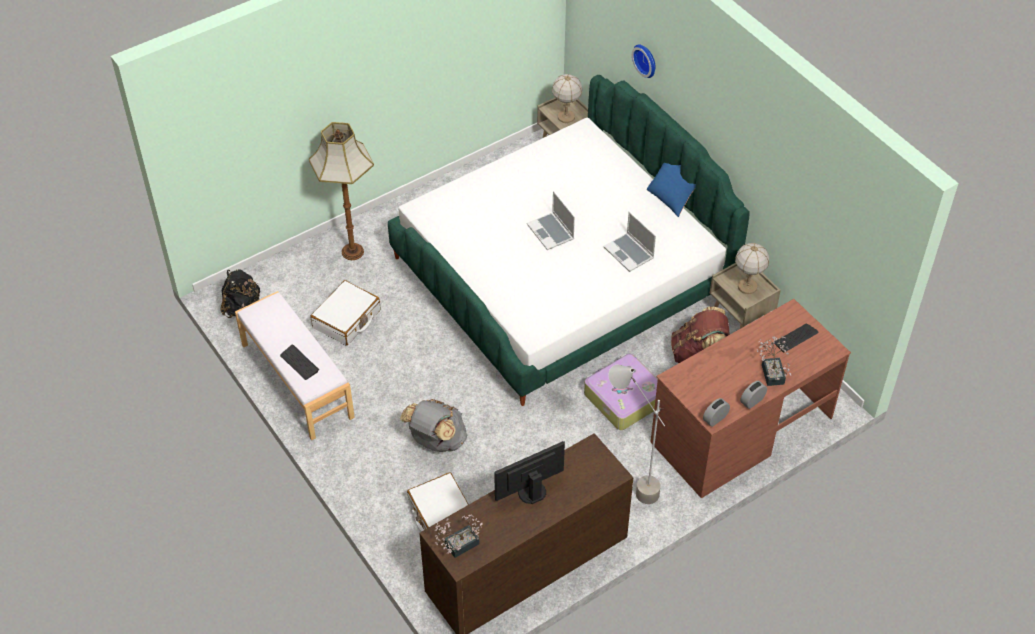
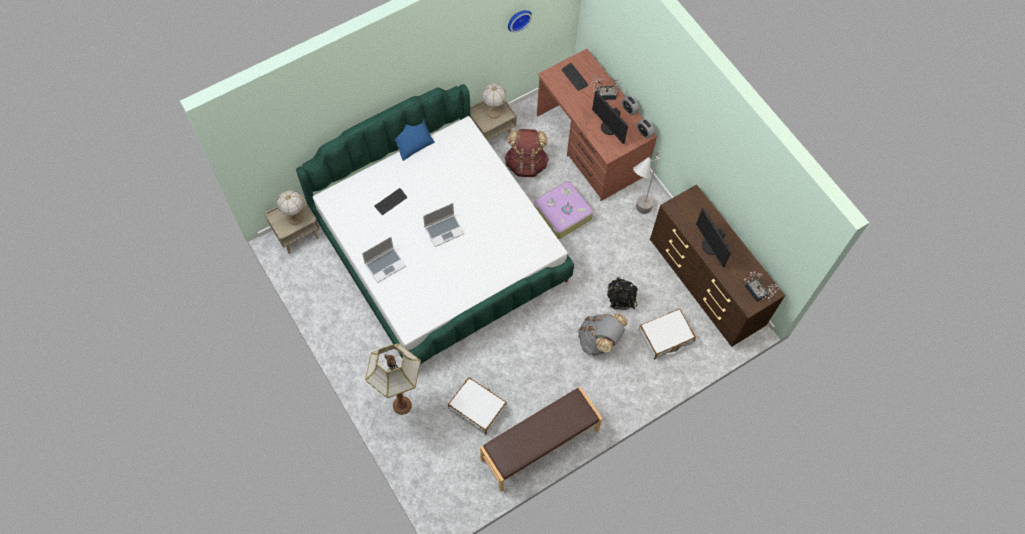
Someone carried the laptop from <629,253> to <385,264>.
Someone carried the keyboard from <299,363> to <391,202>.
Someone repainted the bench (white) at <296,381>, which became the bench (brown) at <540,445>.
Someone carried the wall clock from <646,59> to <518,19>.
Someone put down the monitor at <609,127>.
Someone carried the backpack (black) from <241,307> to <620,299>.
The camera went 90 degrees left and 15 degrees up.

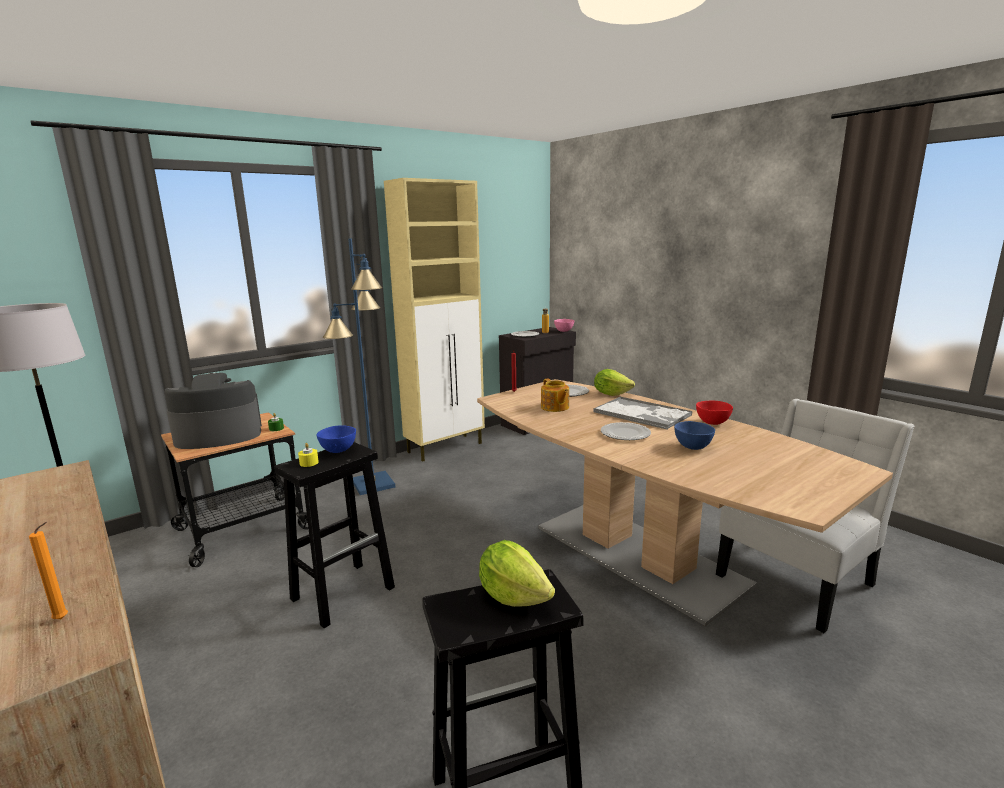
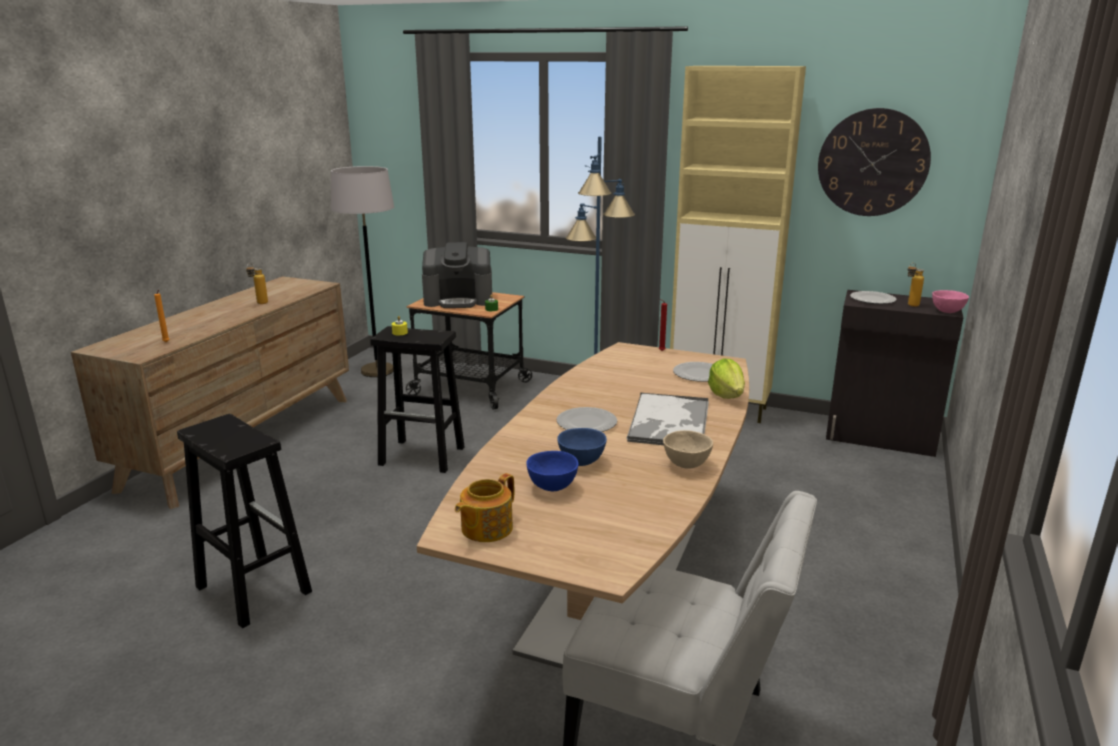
Someone put down the bottle at <259,304>.
Someone rotated the coffee machine at <218,435> by 135 degrees clockwise.
Someone carried the teapot from <555,407> to <485,528>.
Someone carried the bowl (blue) from <339,451> to <552,487>.
Someone repainted the bowl (red) at <713,423>, which became the bowl (beige) at <686,465>.
Someone put up the wall clock at <873,163>.
Someone took away the lettuce at <513,596>.
The camera went 60 degrees right and 5 degrees up.

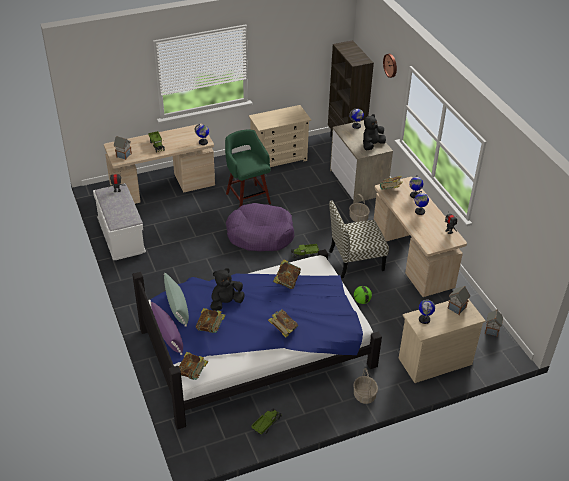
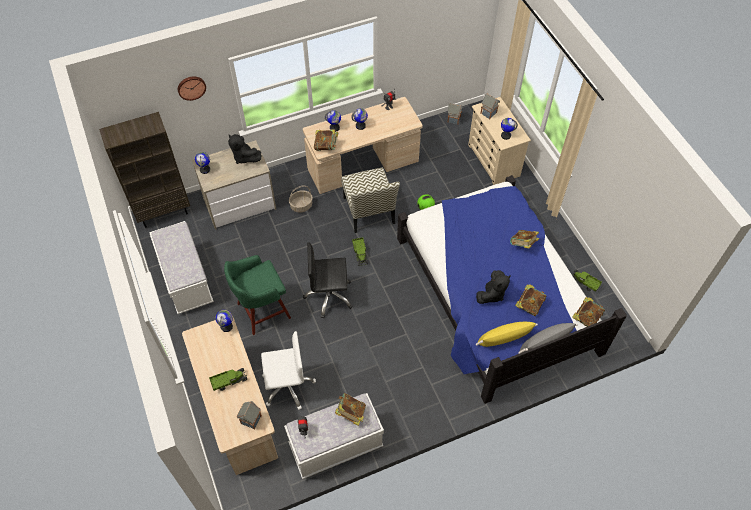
Someone swapped the dresser (beige) at <279,158> for the bench (white) at <186,280>.
Someone put down the office chair (white) at <288,386>.
Someone swapped the dog bed (purple) at <260,235> for the office chair (black) at <329,296>.
Someone carried the book from <286,281> to <350,413>.
Someone rotated the plush toy (black) at <226,302> by 105 degrees counterclockwise.
Someone repainted the pillow (green) at <177,307>, which became the pillow (yellow) at <504,338>.
Someone repainted the pillow (purple) at <168,335>, which became the pillow (grey) at <544,343>.
Someone took away the basket at <364,395>.
The camera went 90 degrees left and 15 degrees up.

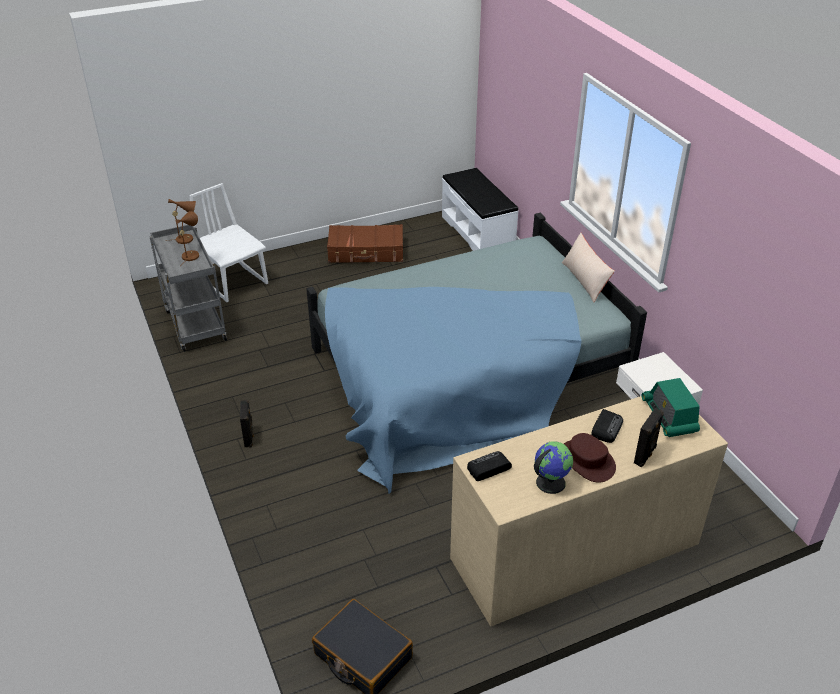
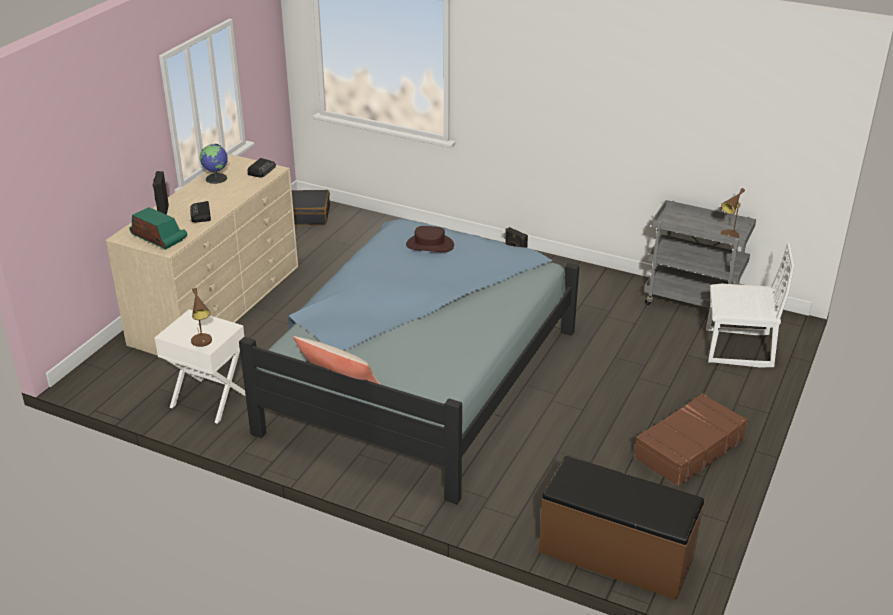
Someone carried the table lamp (brown) from <191,254> to <203,342>.
Someone carried the hat (brown) from <586,461> to <429,245>.
Someone repainted the bench (white) at <478,233>, which became the bench (brown) at <616,555>.
The camera went 140 degrees right and 5 degrees down.

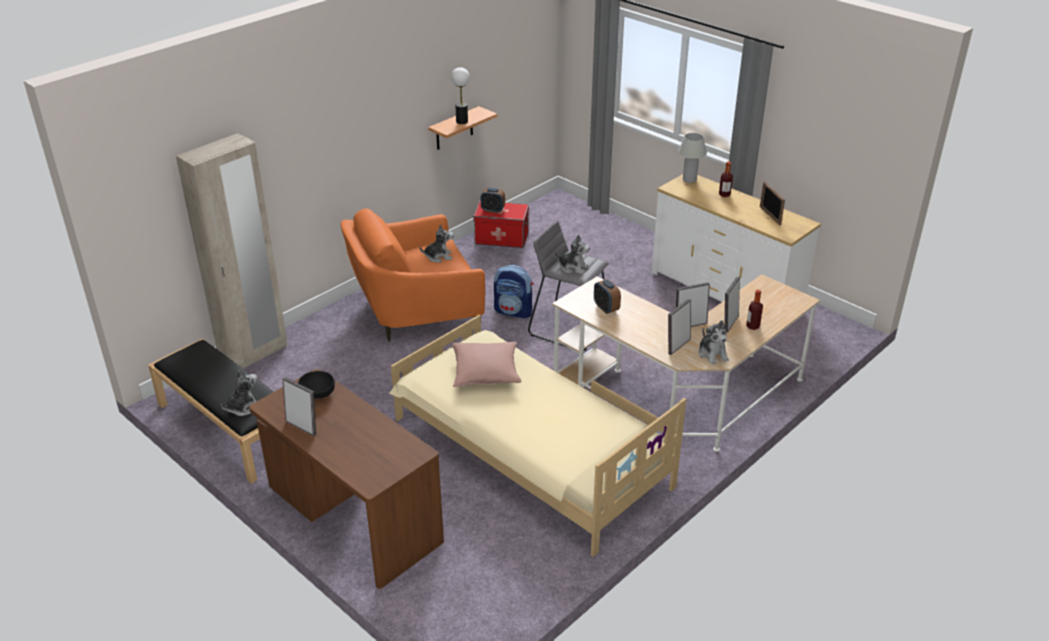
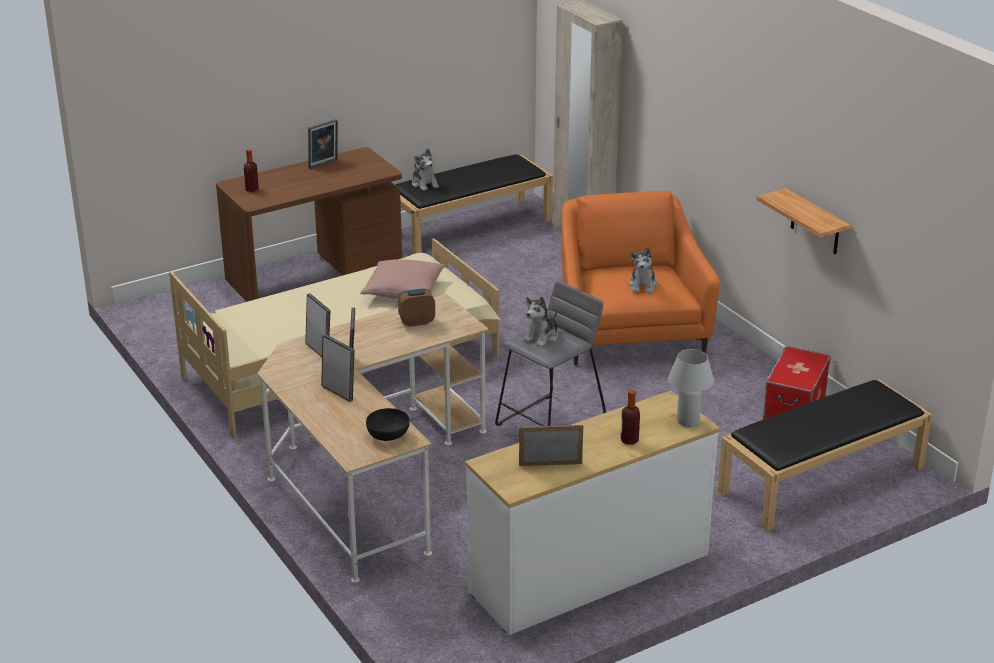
Someone carried the bottle from <752,326> to <252,189>.
Someone carried the bowl (black) from <317,393> to <388,434>.
Someone put down the bench (black) at <821,480>.
Someone took away the table lamp at <462,121>.
Someone took away the alarm clock at <493,210>.
Someone took away the backpack at <514,311>.
Someone took away the plush toy at <712,354>.
The camera went 105 degrees right and 5 degrees down.

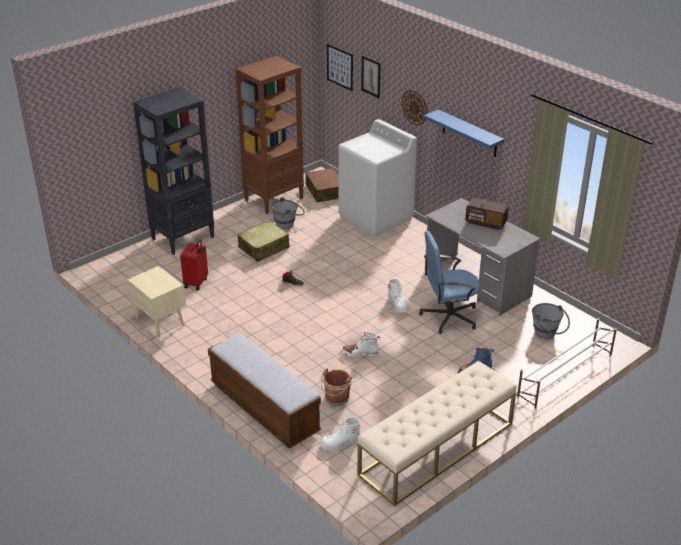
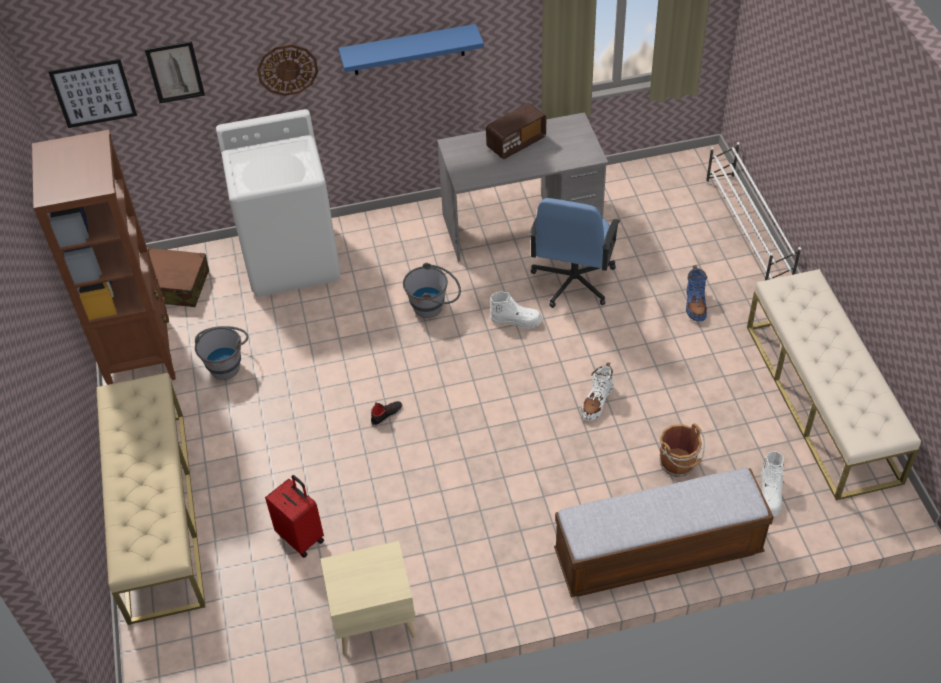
Someone swapped the bookcase (black) at <183,238> for the bench (beige) at <156,513>.
Someone carried the bucket (grey) from <547,335> to <434,306>.
Someone took away the suitcase (beige) at <264,248>.
The camera went 60 degrees left and 15 degrees up.

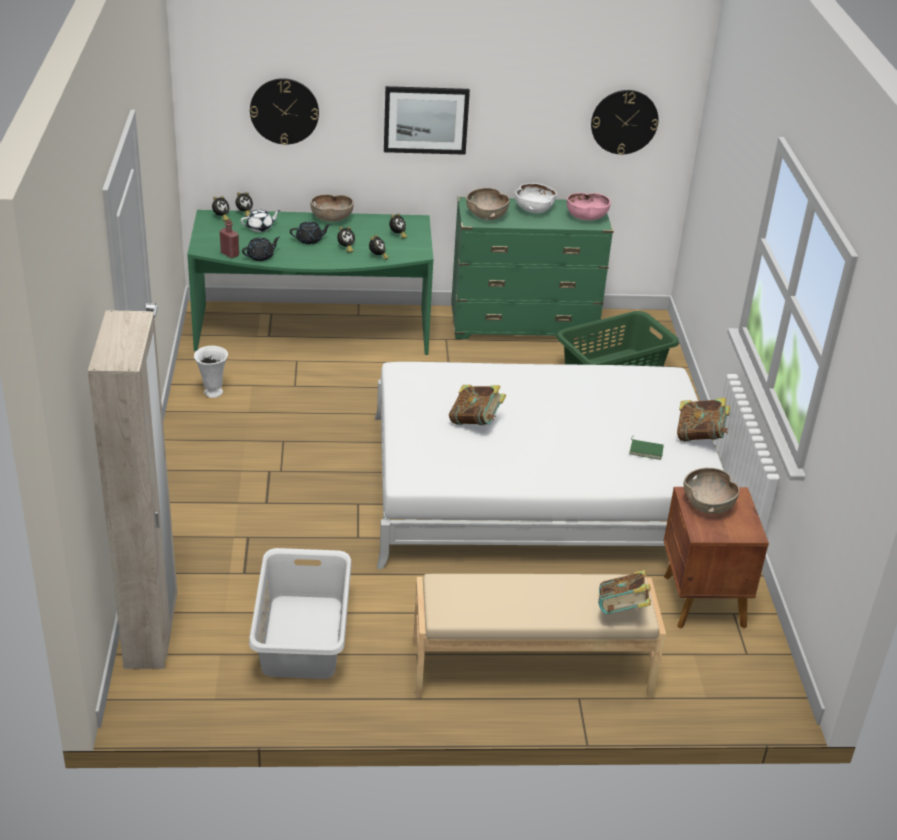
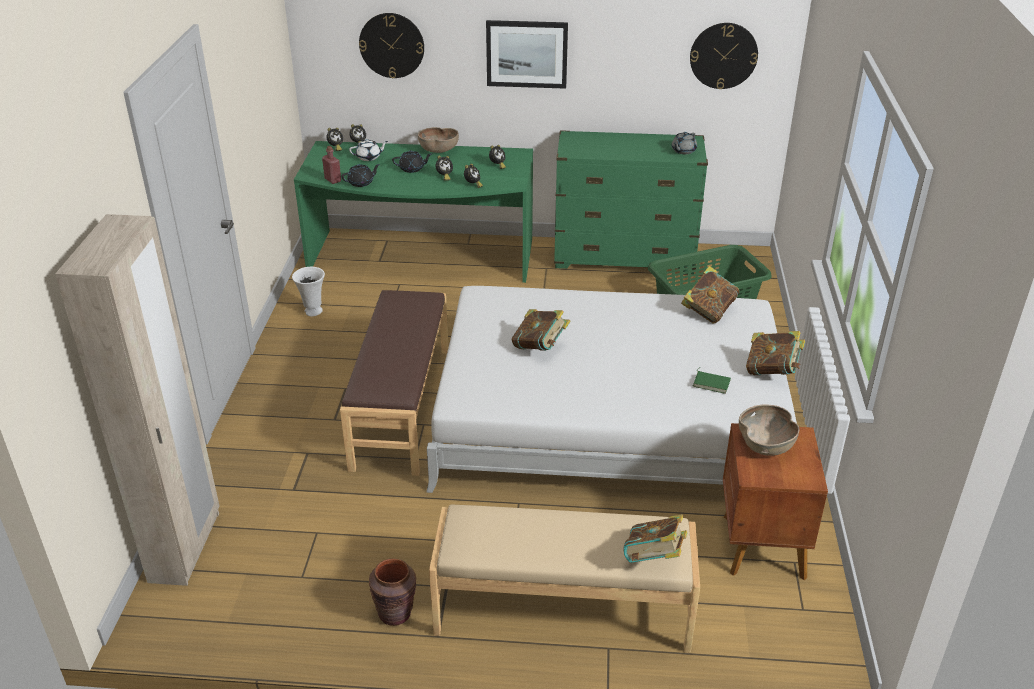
Someone put down the bench (brown) at <403,406>.
Someone put down the vase (brown) at <395,613>.
Someone swapped the bowl (pink) at <586,217> for the teapot (grey) at <683,151>.
Someone put down the book at <708,311>.
Someone took away the laundry basket (grey) at <301,637>.
Someone took away the bowl (brown) at <487,216>.
Someone took away the bowl (white) at <533,210>.
The camera went 10 degrees right and 0 degrees up.

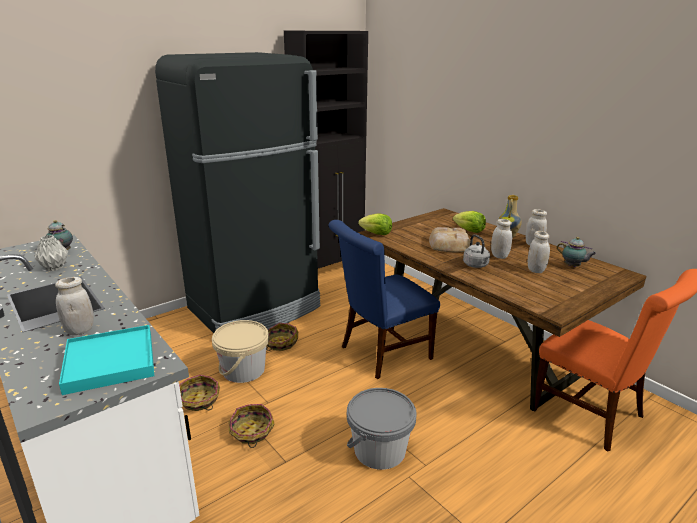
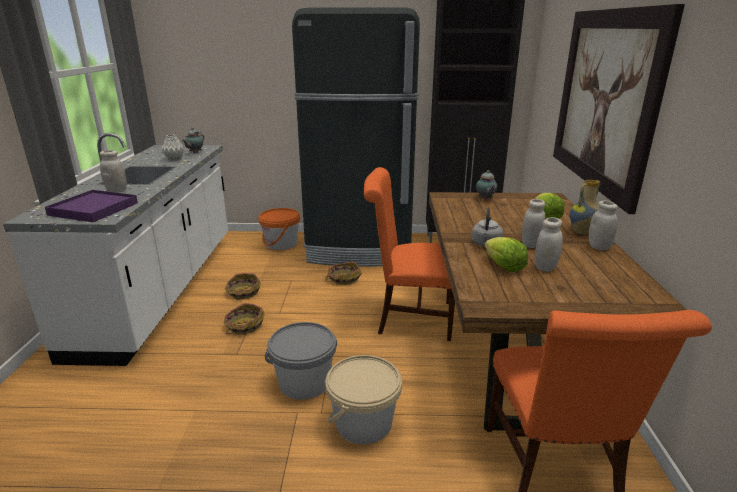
Someone repainted the tray (turquoise) at <110,362>, which became the tray (purple) at <93,209>.
Someone put down the bucket (orange) at <281,244>.
Someone carried the bucket (beige) from <243,370> to <363,423>.
Someone repainted the chair (blue) at <381,354>, which became the chair (orange) at <409,317>.
Someone carried the teapot from <573,266> to <485,199>.
Someone carried the lettuce from <376,234> to <503,266>.
Someone put up the picture at <604,100>.
Someone took away the bread at <449,244>.
The camera went 40 degrees right and 0 degrees up.

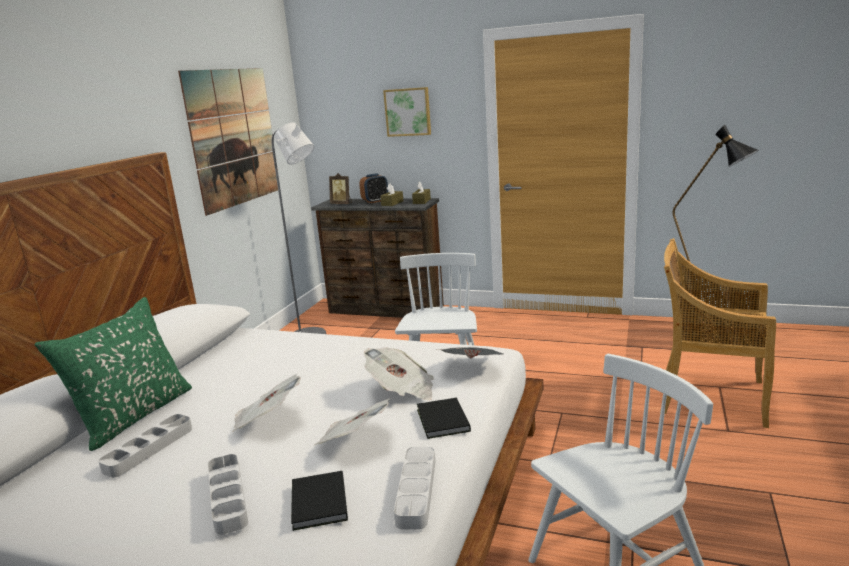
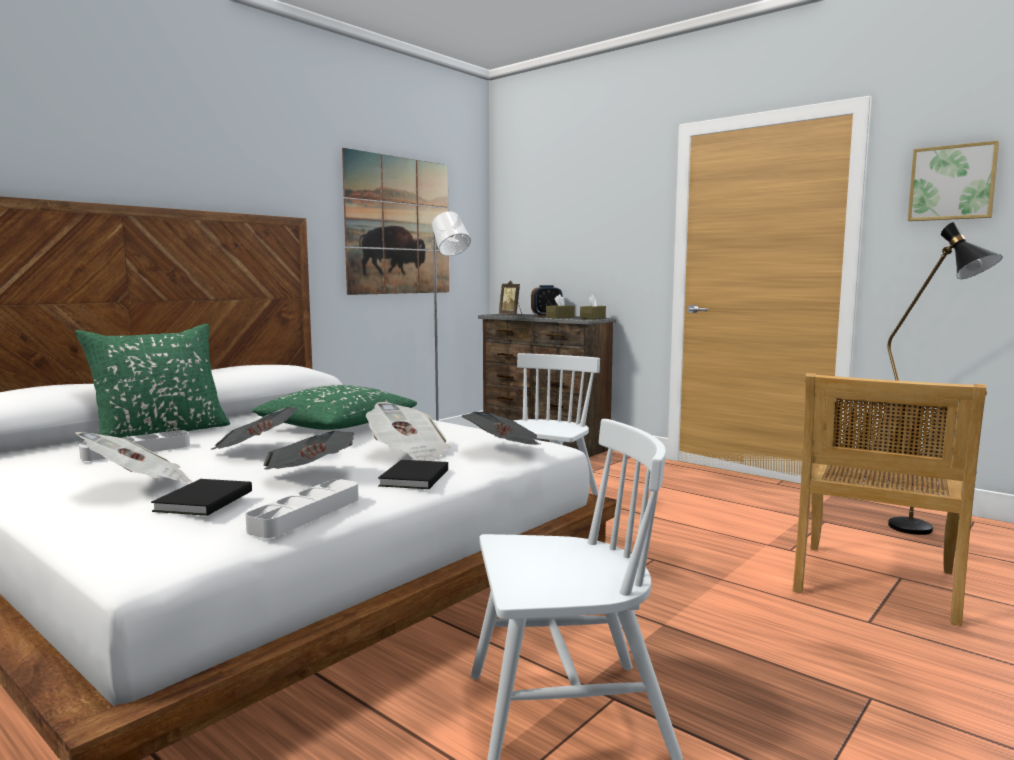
Someone swapped the tray (grey) at <228,497> for the newspaper at <140,484>.
Someone put down the pillow (green) at <337,426>.
Someone rotated the chair (beige) at <709,396> by 105 degrees counterclockwise.
Someone carried the picture from <408,112> to <952,183>.
The camera went 20 degrees right and 10 degrees down.

